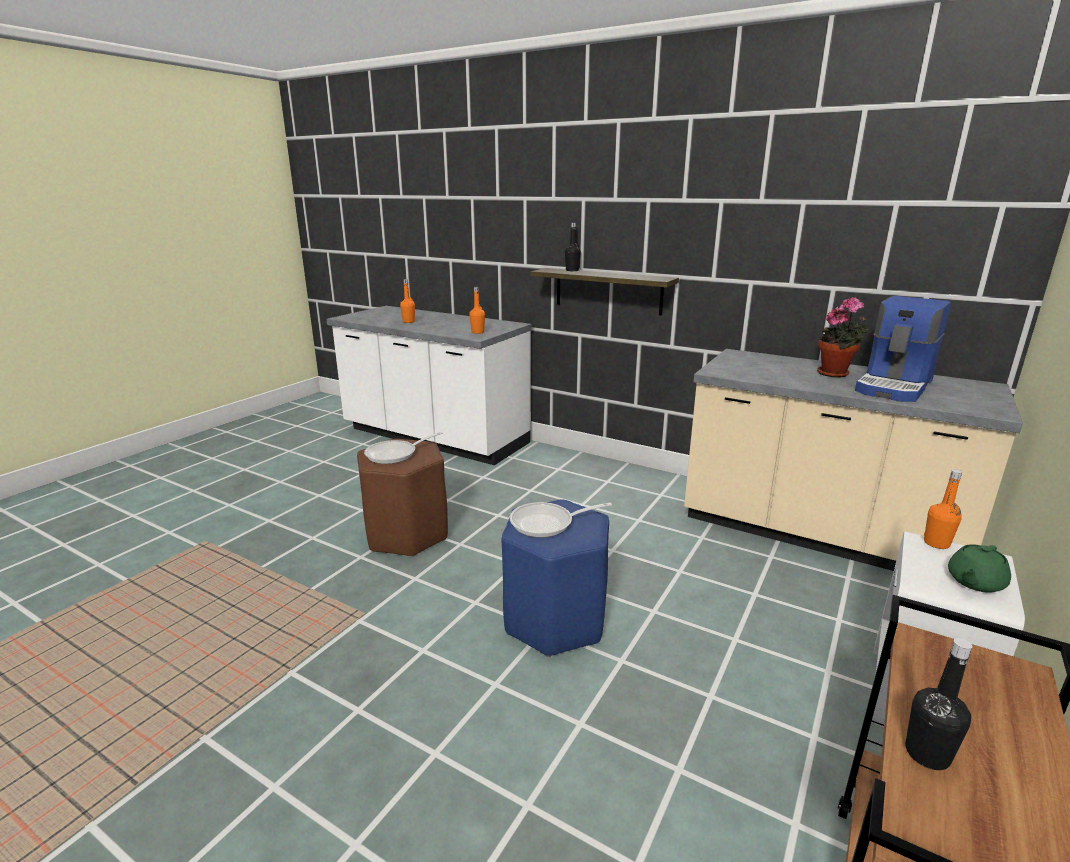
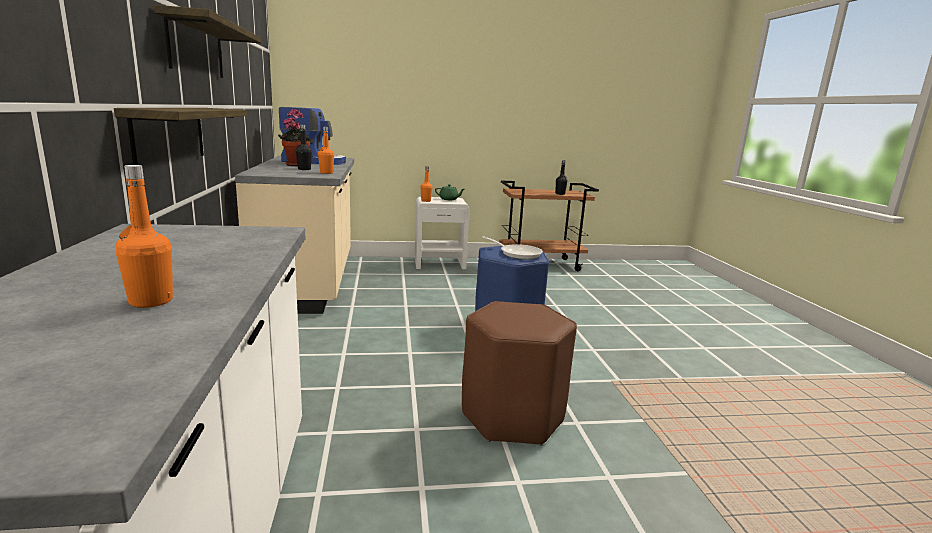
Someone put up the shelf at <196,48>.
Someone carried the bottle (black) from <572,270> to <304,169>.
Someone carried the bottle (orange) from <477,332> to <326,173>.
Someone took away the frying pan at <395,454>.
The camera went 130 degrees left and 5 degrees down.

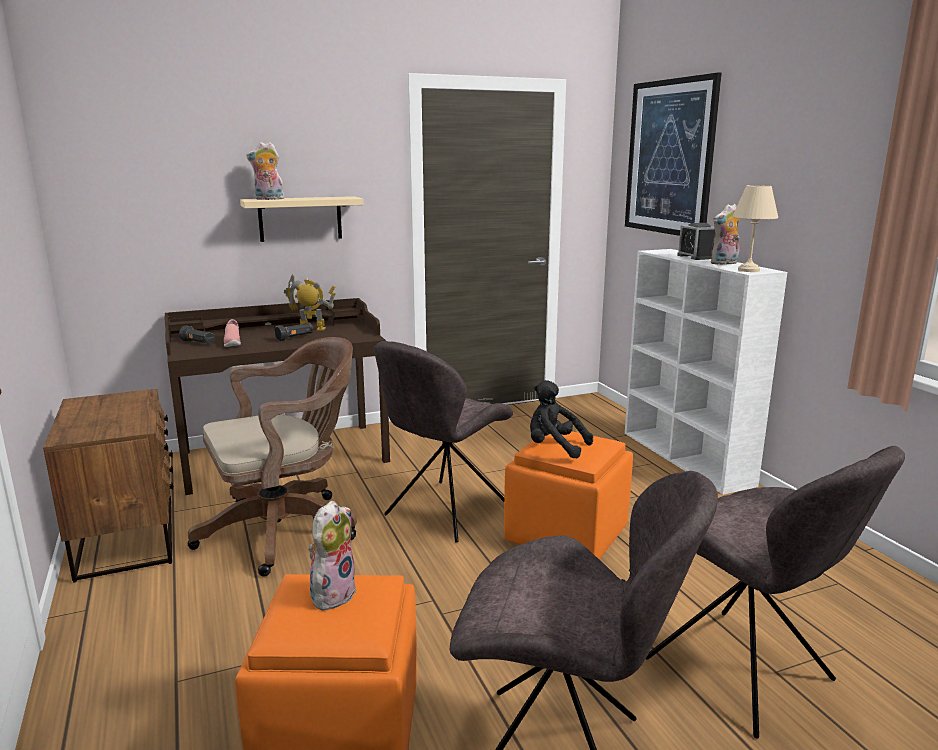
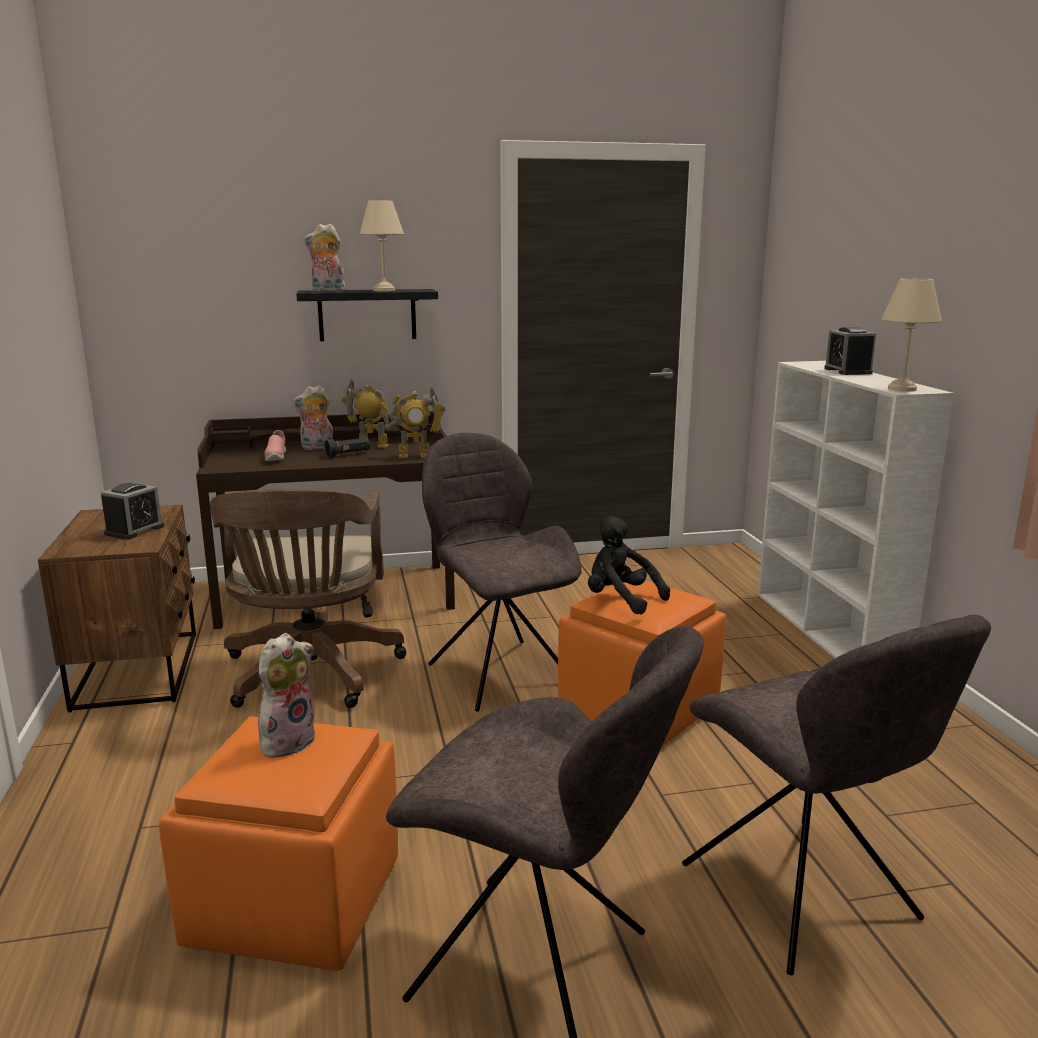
Someone put down the alarm clock at <134,530>.
Someone rotated the office chair (brown) at <286,529> by 105 degrees clockwise.
Someone carried the plush toy from <724,263> to <316,448>.
Someone repainted the shelf (beige) at <300,219>, which became the shelf (black) at <367,315>.
Someone put down the table lamp (beige) at <385,290>.
Someone put down the toy robot at <414,456>.
Someone rotated the chair (grey) at <444,512> by 105 degrees clockwise.
Someone took away the flashlight (black) at <198,343>.
Someone took away the picture at <669,157>.
The camera went 10 degrees right and 0 degrees up.

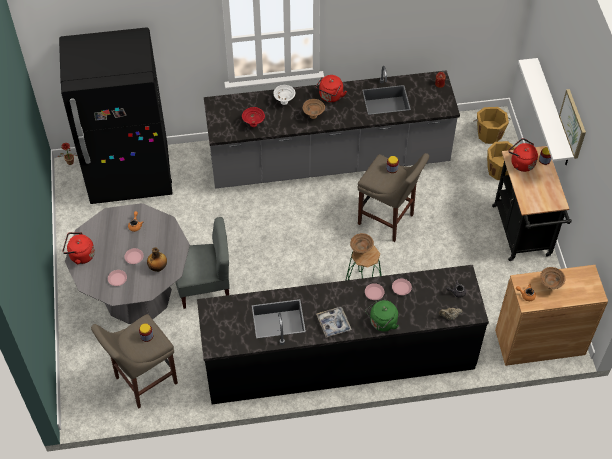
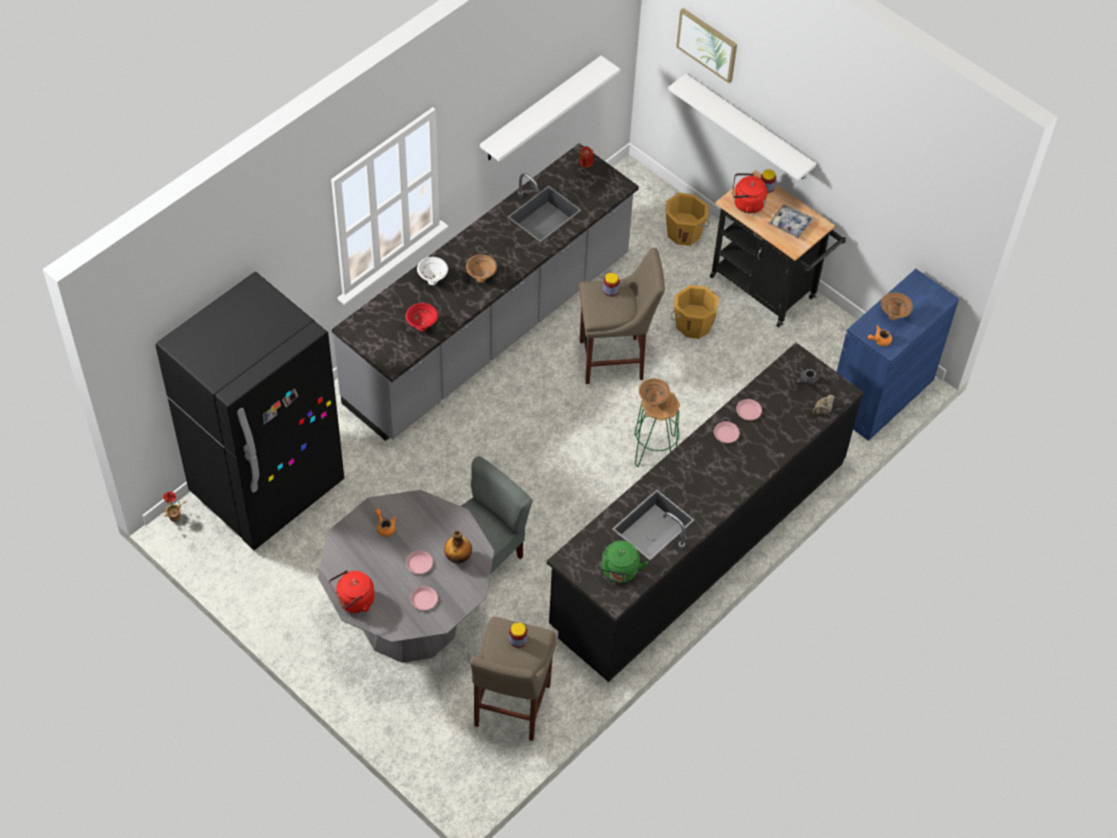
Someone put up the shelf (white) at <541,109>.
Someone carried the kettle (green) from <382,323> to <619,572>.
Someone carried the bucket (orange) from <489,134> to <693,324>.
Someone carried the picture from <573,123> to <707,44>.
Someone carried the tray from <333,324> to <790,224>.
Someone repainted the cabinet (brown) at <540,342>, which became the cabinet (blue) at <880,395>.
Someone took away the kettle (red) at <330,96>.
The camera went 40 degrees left and 0 degrees up.

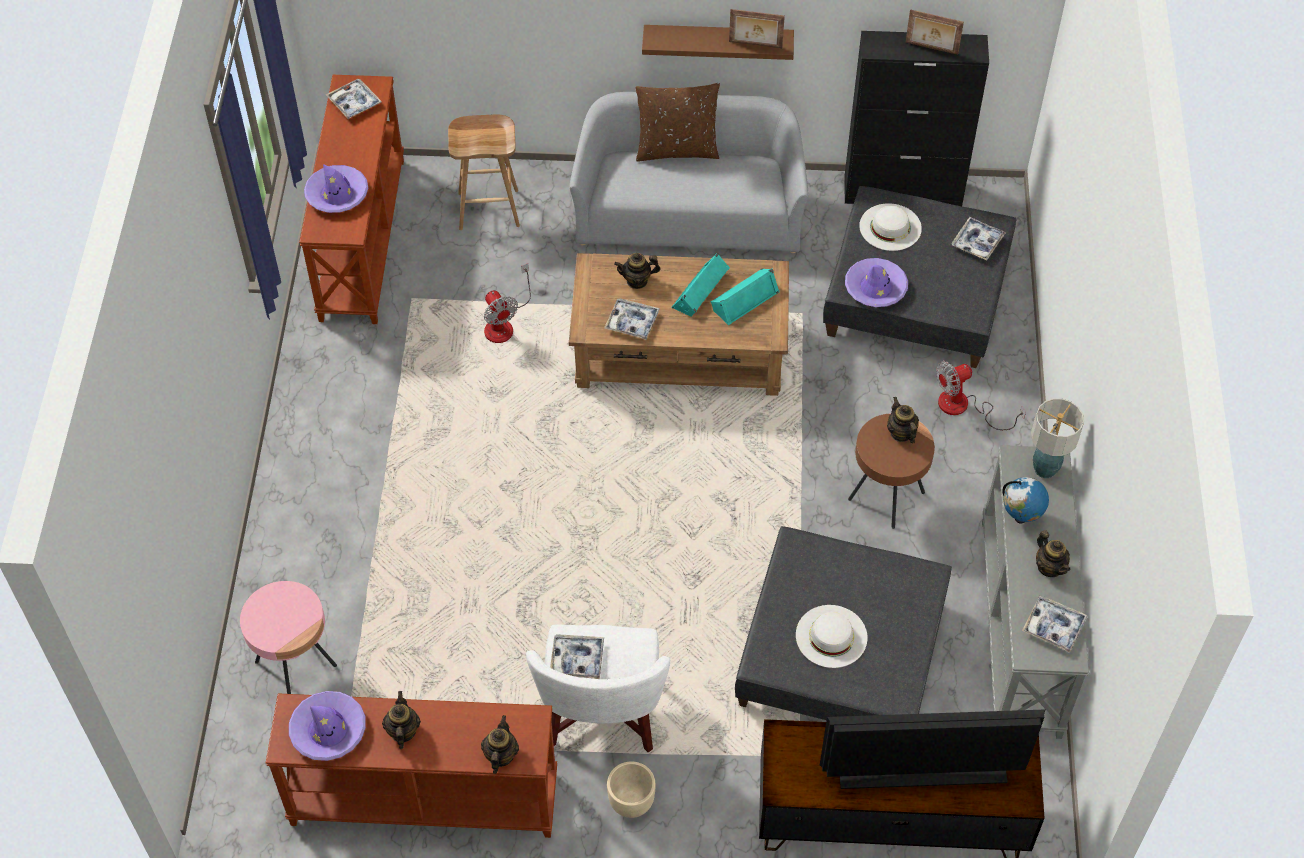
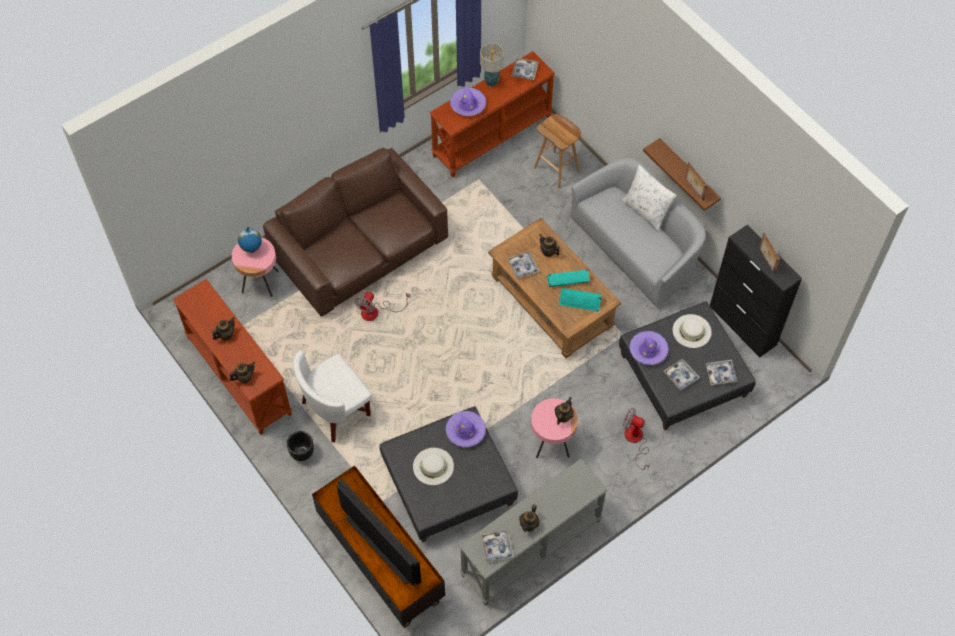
Someone carried the globe from <1020,517> to <252,249>.
Someone put down the sofa (brown) at <360,247>.
Someone repainted the planter (beige) at <631,803>, which became the planter (black) at <301,453>.
Someone carried the fan from <504,323> to <376,312>.
Someone carried the hat (purple) from <328,730> to <465,431>.
Someone carried the table lamp from <1045,469> to <491,82>.
Someone repainted the side table (brown) at <886,496>, which became the side table (pink) at <552,442>.
Someone repainted the pillow (brown) at <677,149>, which became the pillow (white) at <646,211>.
Someone carried the tray from <577,660> to <681,376>.
The camera went 50 degrees right and 5 degrees up.

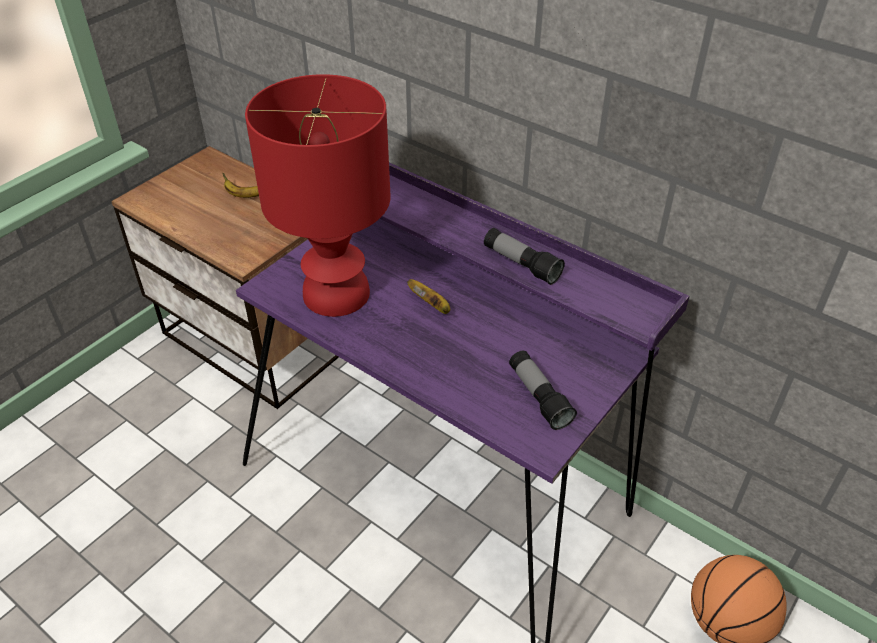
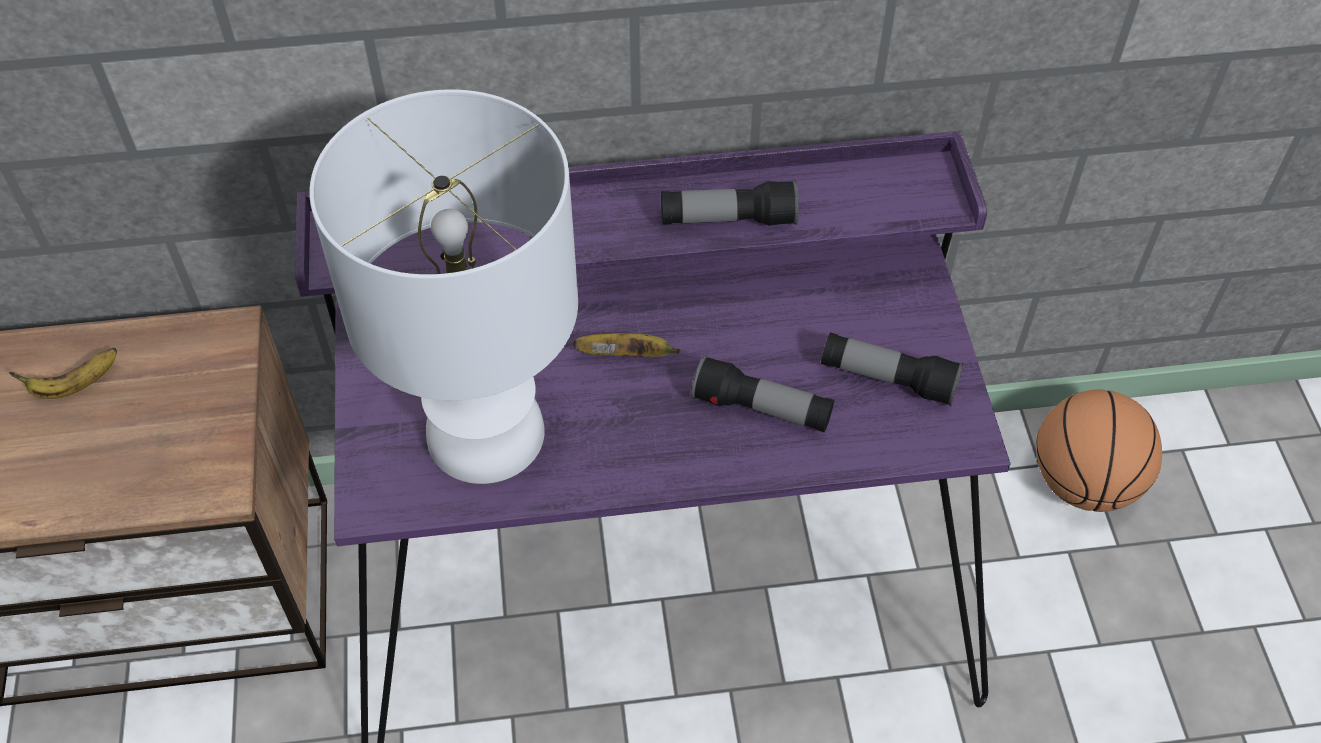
Someone repainted the table lamp (red) at <336,292>, which became the table lamp (white) at <482,432>.
Someone put down the flashlight at <761,409>.
The camera went 45 degrees left and 10 degrees up.

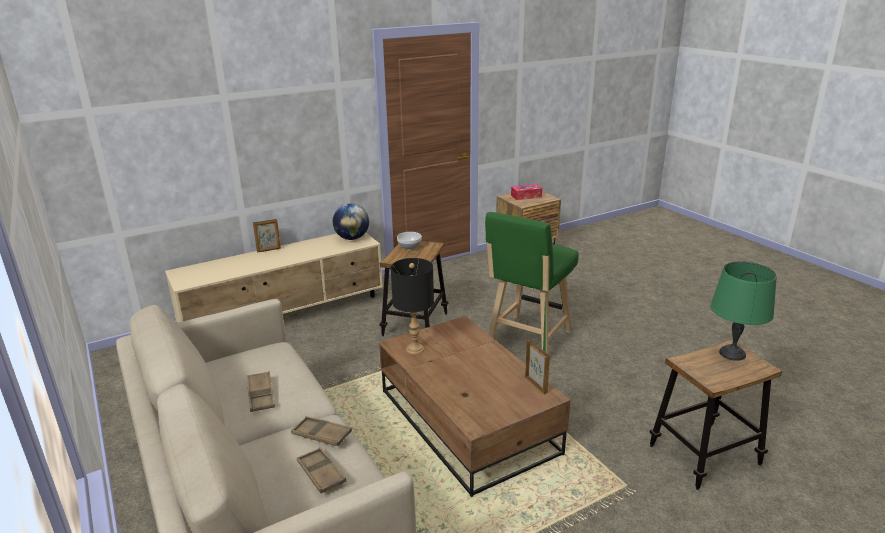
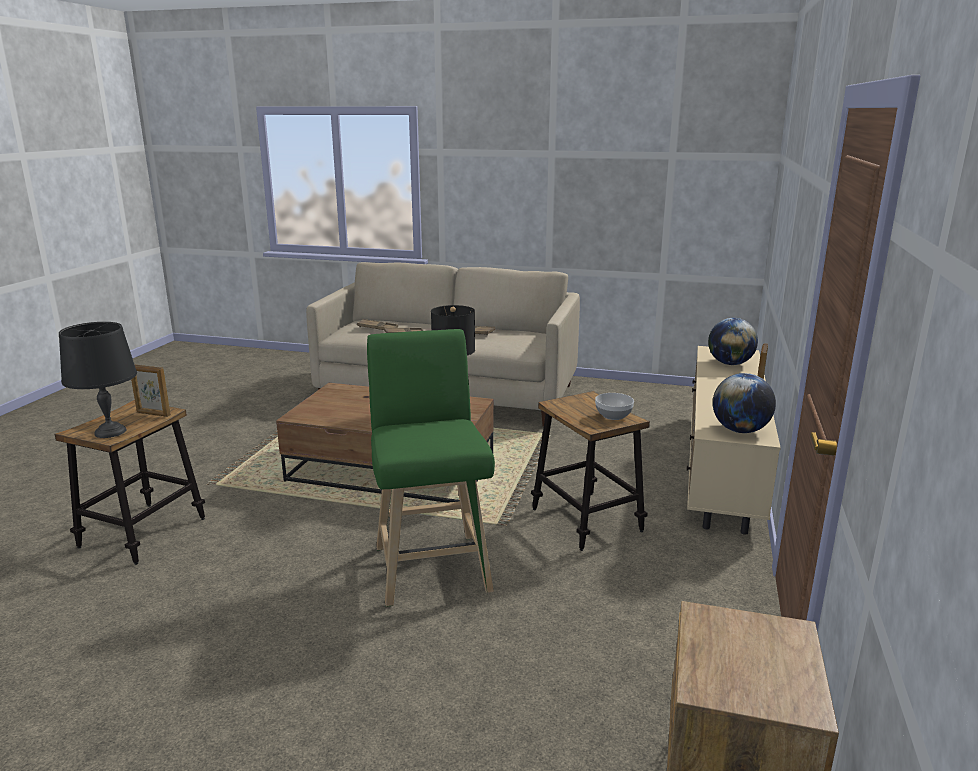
Someone repainted the table lamp (green) at <732,353>, which became the table lamp (black) at <111,431>.
Someone carried the picture frame from <536,385> to <153,414>.
Someone put down the globe at <730,363>.
Someone took away the tissue box at <526,196>.
The camera went 135 degrees right and 5 degrees down.

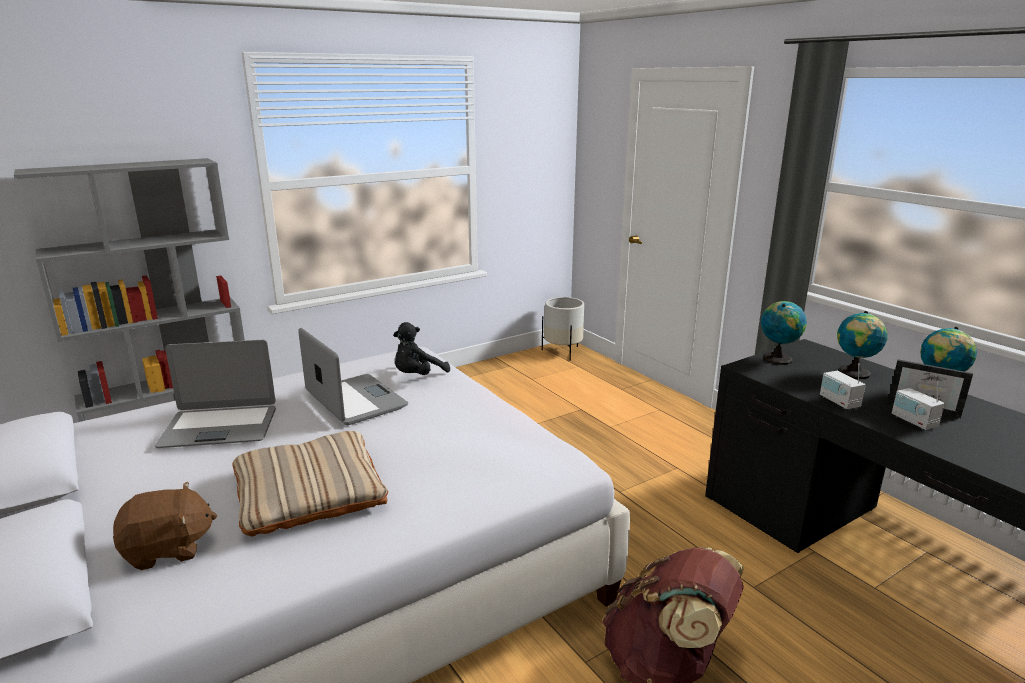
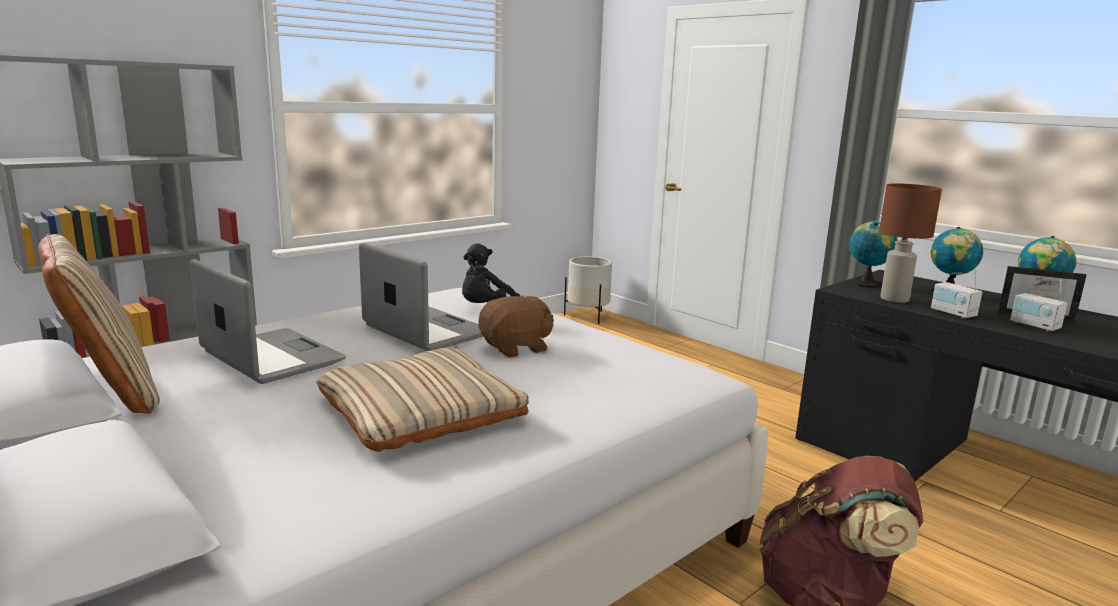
Someone put down the pillow (beige) at <109,394>.
Someone rotated the laptop at <220,427> by 120 degrees counterclockwise.
Someone carried the plush toy (brown) from <168,549> to <516,348>.
Someone put down the table lamp (brown) at <893,299>.
The camera went 10 degrees left and 5 degrees down.

